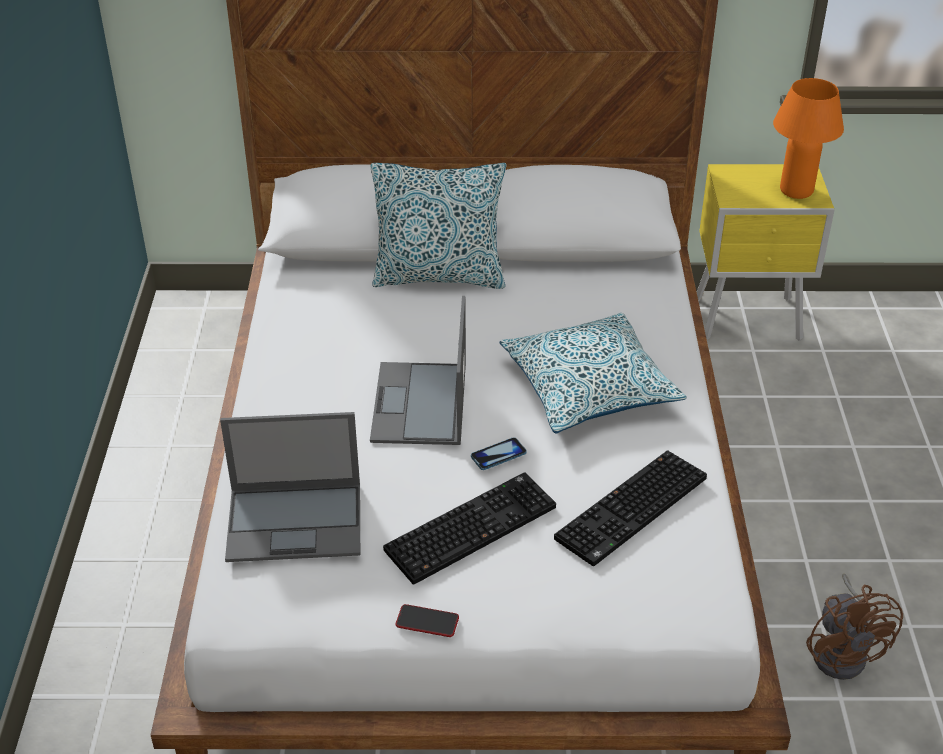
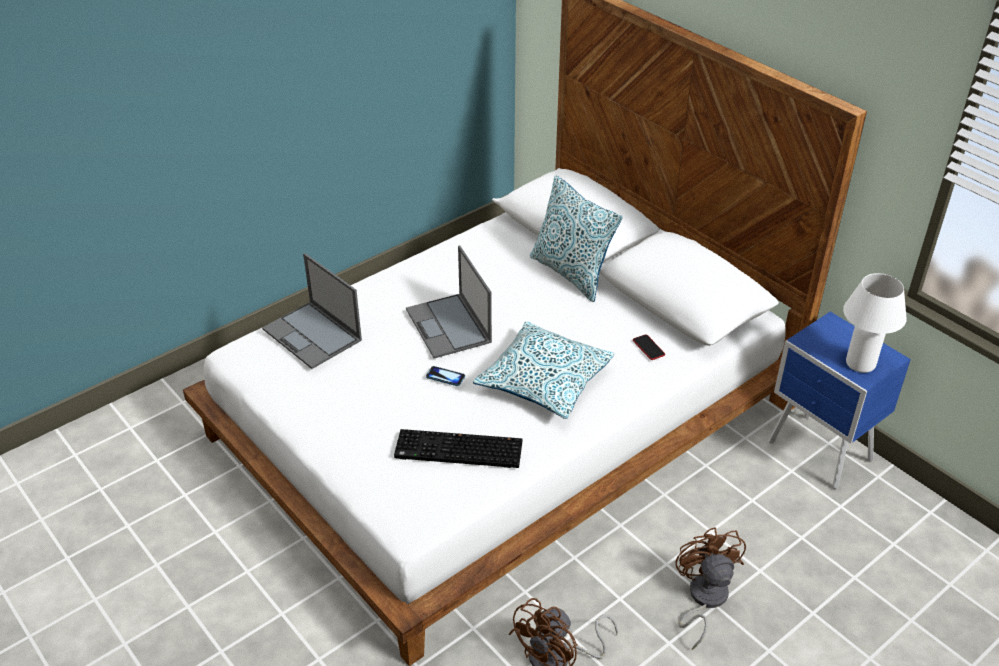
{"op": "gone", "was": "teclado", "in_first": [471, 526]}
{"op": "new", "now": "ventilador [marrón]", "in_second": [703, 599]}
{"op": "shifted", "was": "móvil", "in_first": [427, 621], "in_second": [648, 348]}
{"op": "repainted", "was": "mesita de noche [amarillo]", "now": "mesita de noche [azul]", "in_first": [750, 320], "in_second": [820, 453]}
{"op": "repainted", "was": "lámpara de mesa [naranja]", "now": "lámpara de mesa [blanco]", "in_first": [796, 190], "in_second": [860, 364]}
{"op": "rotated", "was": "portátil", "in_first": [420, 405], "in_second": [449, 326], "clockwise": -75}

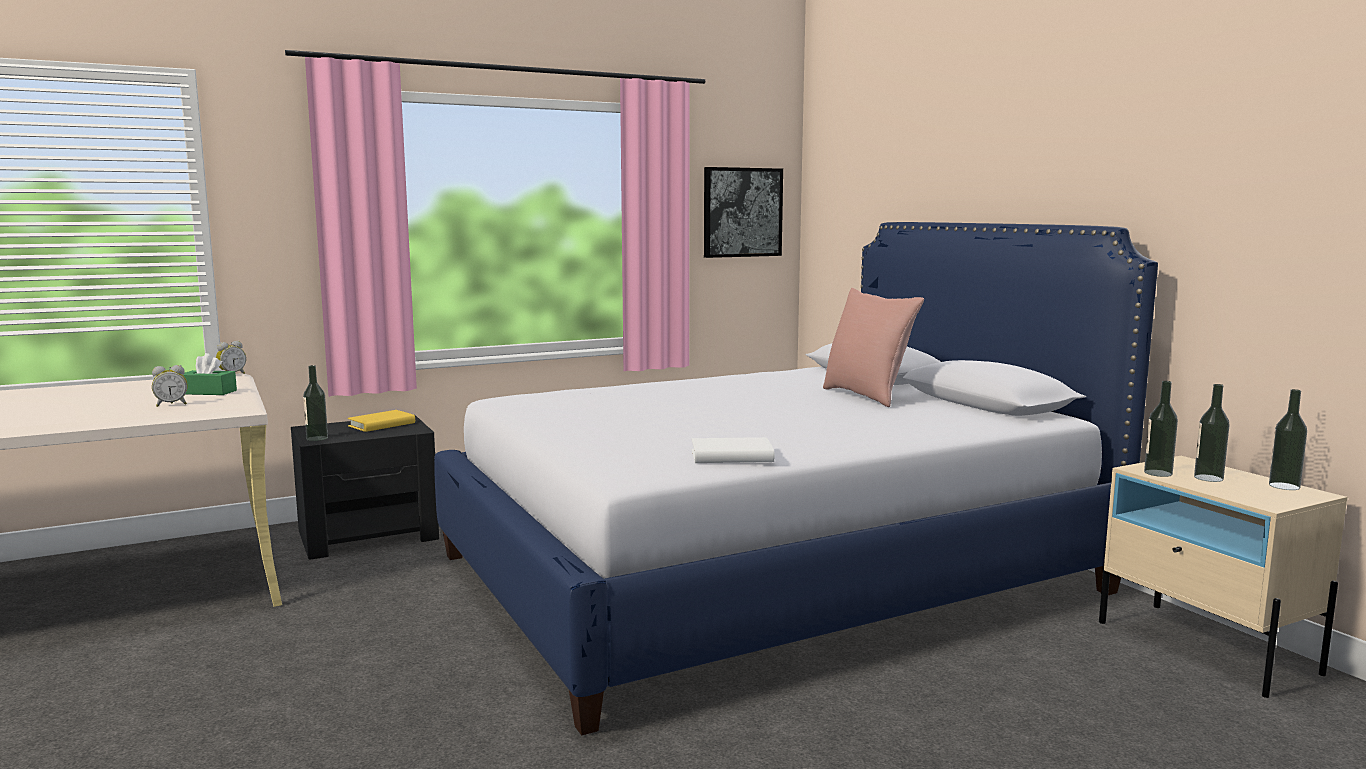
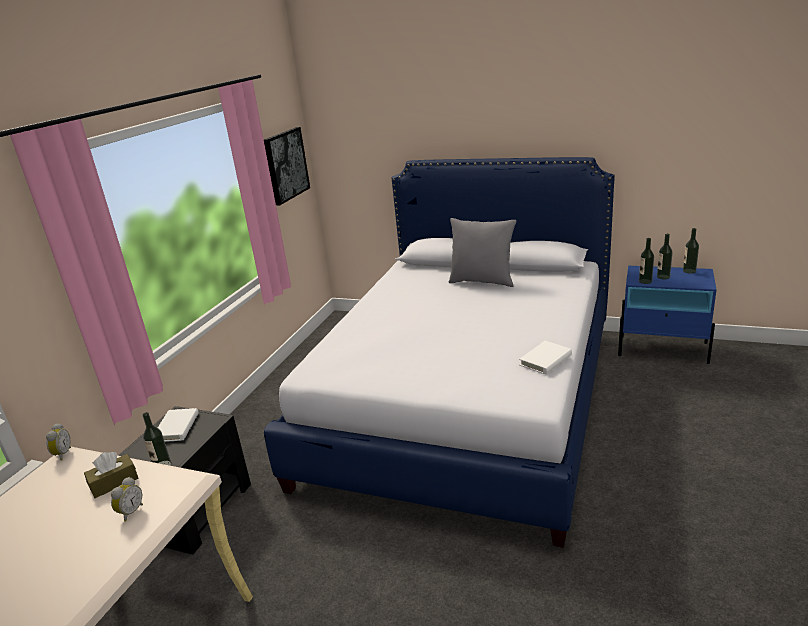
{"op": "repainted", "was": "caja de pañuelos [verde]", "now": "caja de pañuelos [marrón]", "in_first": [208, 392], "in_second": [114, 482]}
{"op": "repainted", "was": "libro [amarillo]", "now": "libro [blanco]", "in_first": [382, 424], "in_second": [177, 427]}
{"op": "repainted", "was": "cojín [rosa]", "now": "cojín [gris]", "in_first": [867, 396], "in_second": [482, 281]}
{"op": "repainted", "was": "mesita de noche [beis]", "now": "mesita de noche [azul]", "in_first": [1206, 647], "in_second": [663, 349]}

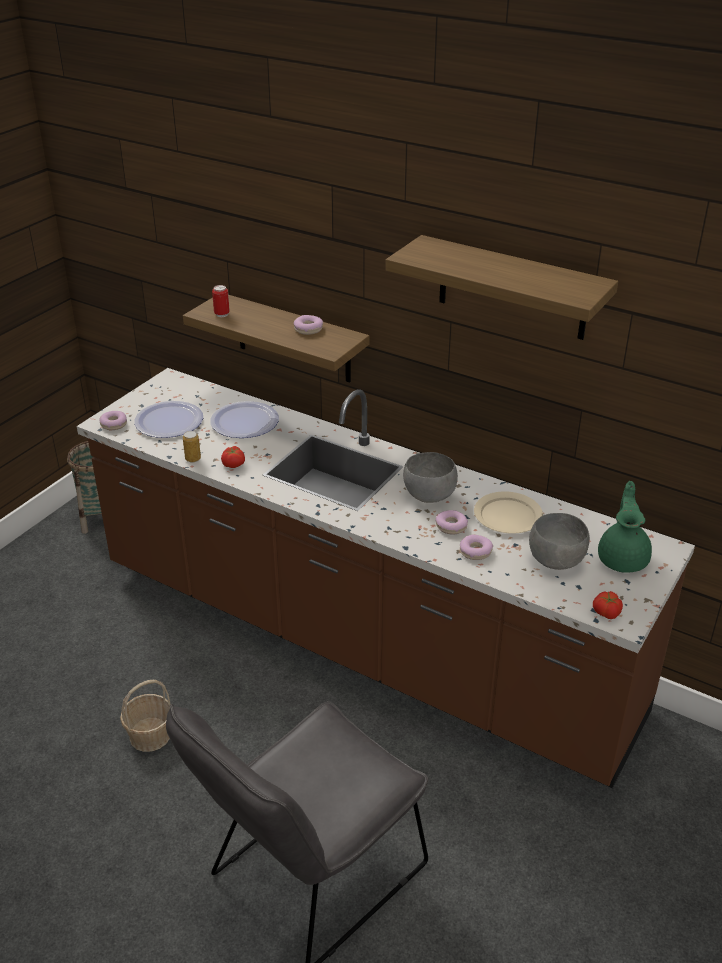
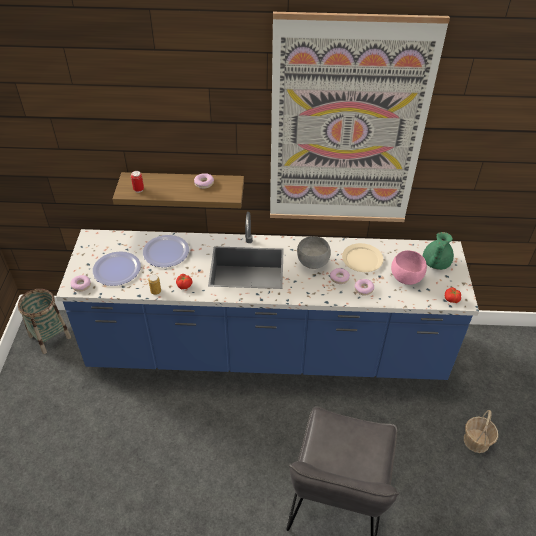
{"op": "shifted", "was": "cesta", "in_first": [149, 735], "in_second": [476, 441]}
{"op": "swapped", "was": "estante", "now": "cuadro", "in_first": [512, 288], "in_second": [347, 129]}
{"op": "repainted", "was": "mueble bajo de cocina [marrón]", "now": "mueble bajo de cocina [azul]", "in_first": [360, 641], "in_second": [266, 352]}
{"op": "repainted", "was": "cuenco [gris]", "now": "cuenco [rosa]", "in_first": [556, 560], "in_second": [406, 277]}
{"op": "rotated", "was": "tetera [verde]", "in_first": [623, 558], "in_second": [435, 263], "clockwise": -135}

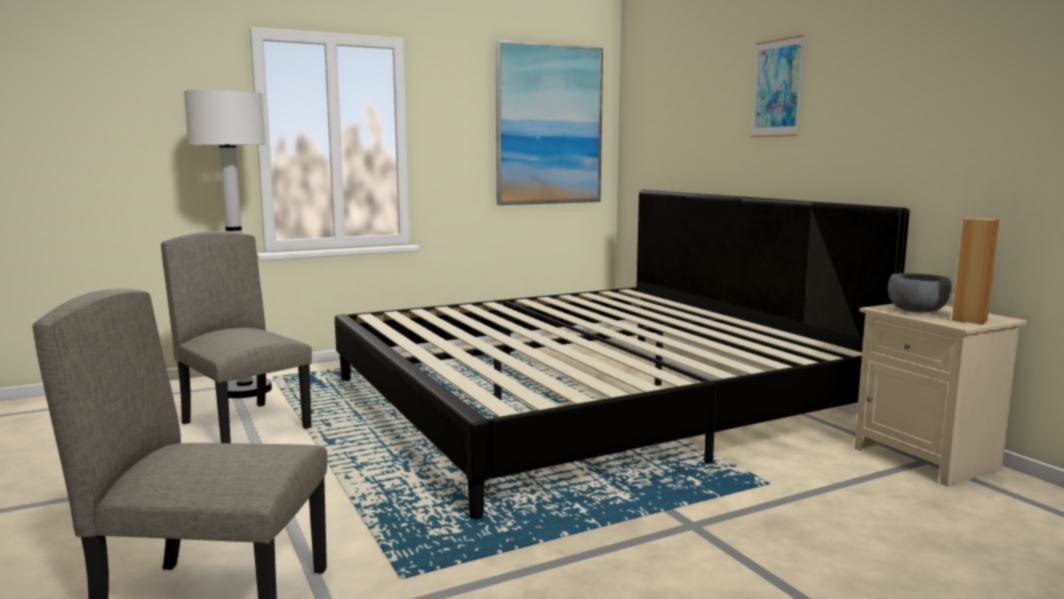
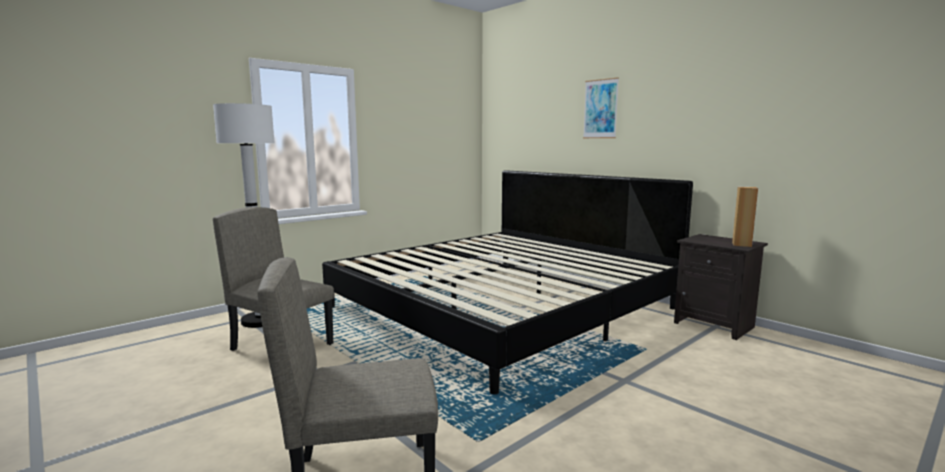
{"op": "gone", "was": "cuadro", "in_first": [549, 125]}
{"op": "gone", "was": "cuenco [gris]", "in_first": [916, 311]}
{"op": "repainted", "was": "mesita de noche [beis]", "now": "mesita de noche [negro]", "in_first": [928, 459], "in_second": [715, 325]}

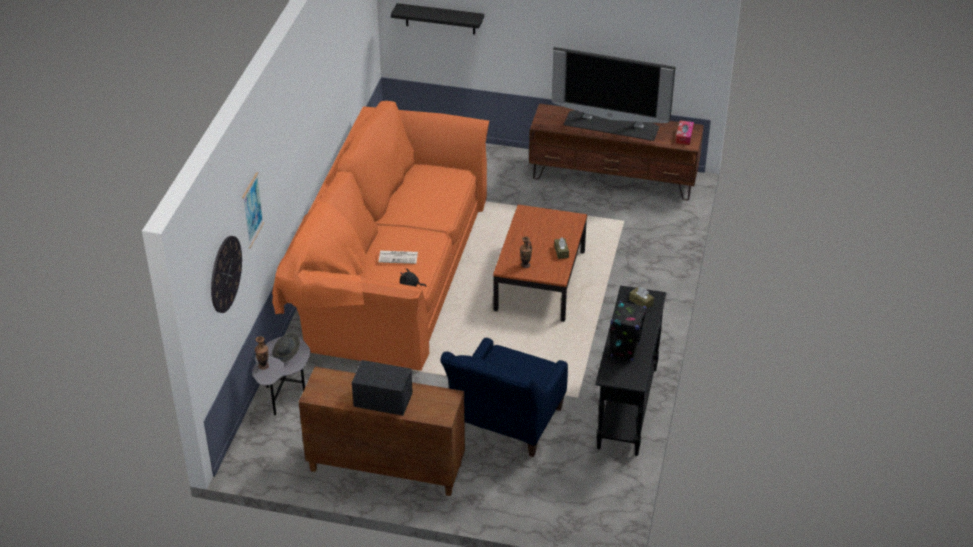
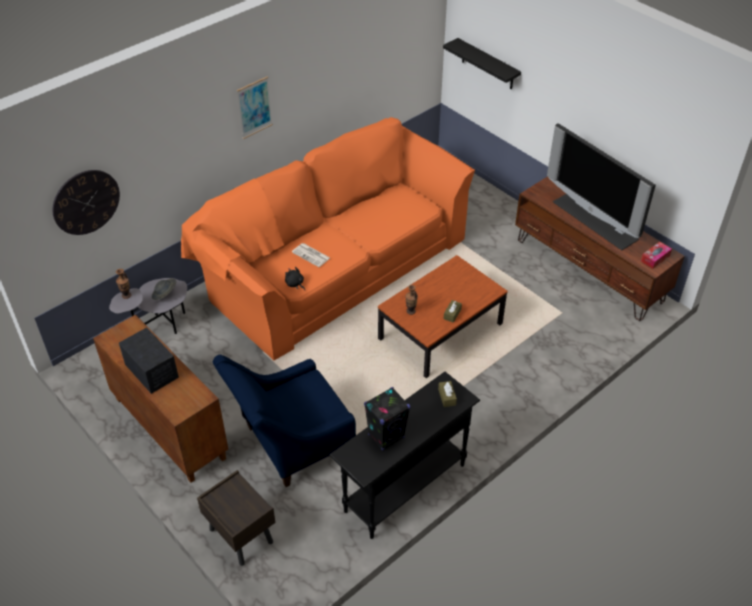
{"op": "new", "now": "mesita de noche [marrón]", "in_second": [240, 535]}
{"op": "shifted", "was": "cuadro", "in_first": [252, 210], "in_second": [254, 107]}

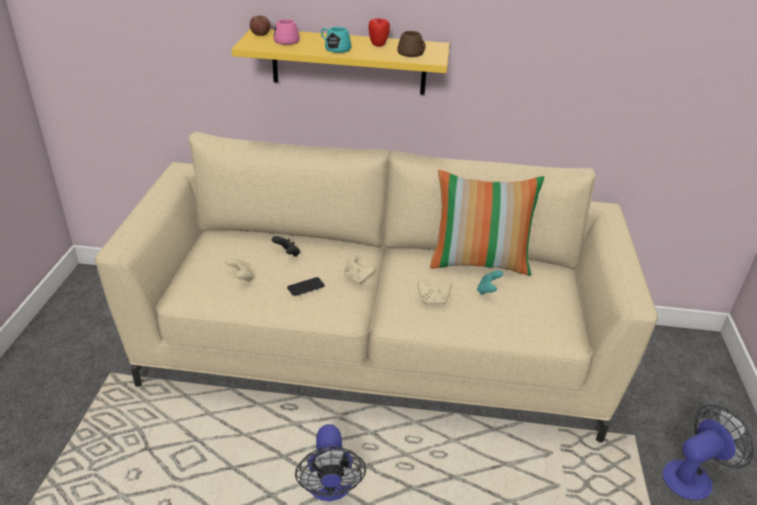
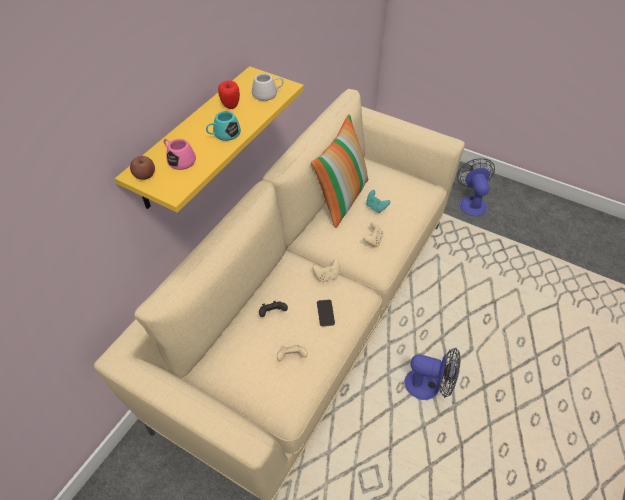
{"op": "repainted", "was": "taza grande [marrón]", "now": "taza grande [blanco]", "in_first": [412, 54], "in_second": [268, 94]}

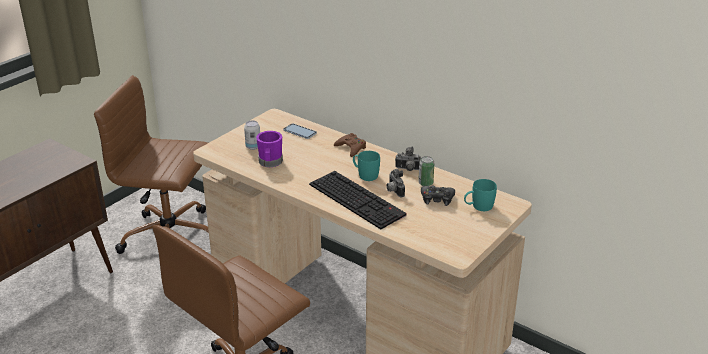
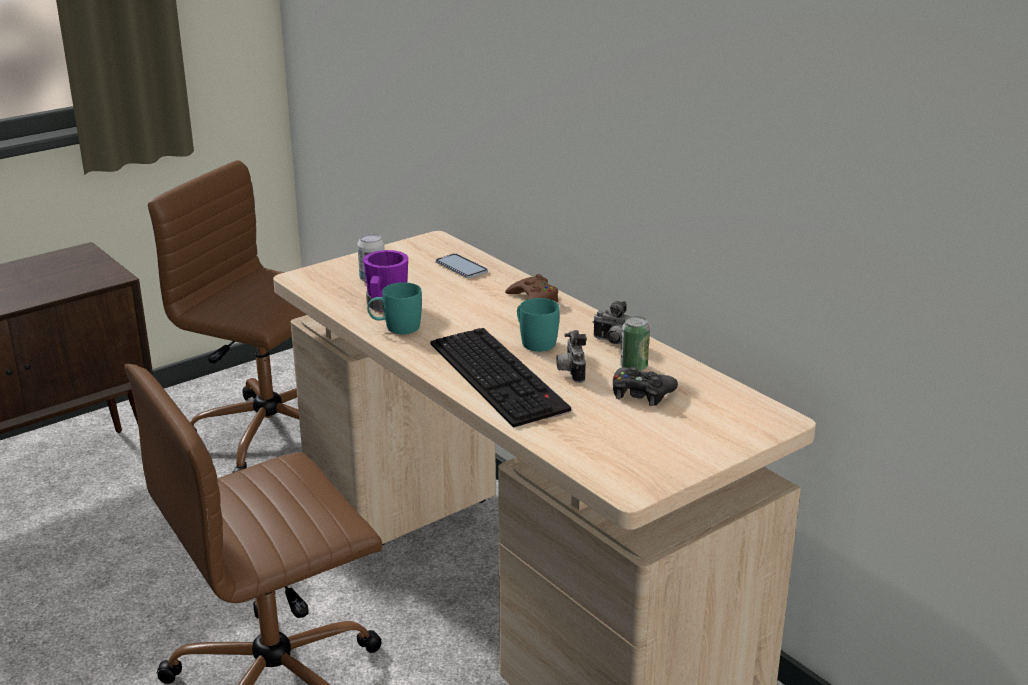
{"op": "shifted", "was": "taza grande [turquesa]", "in_first": [478, 207], "in_second": [395, 327]}

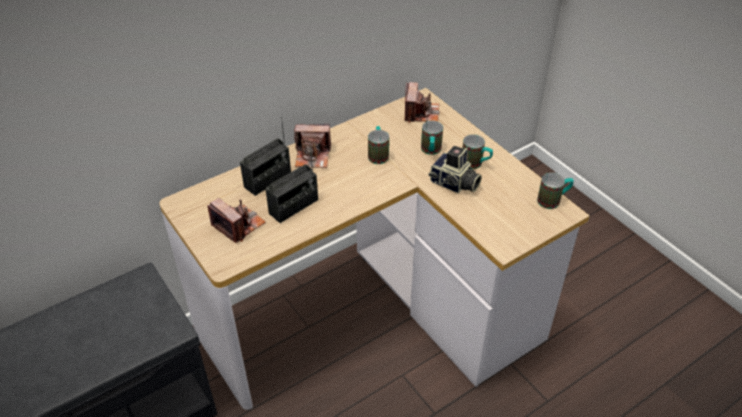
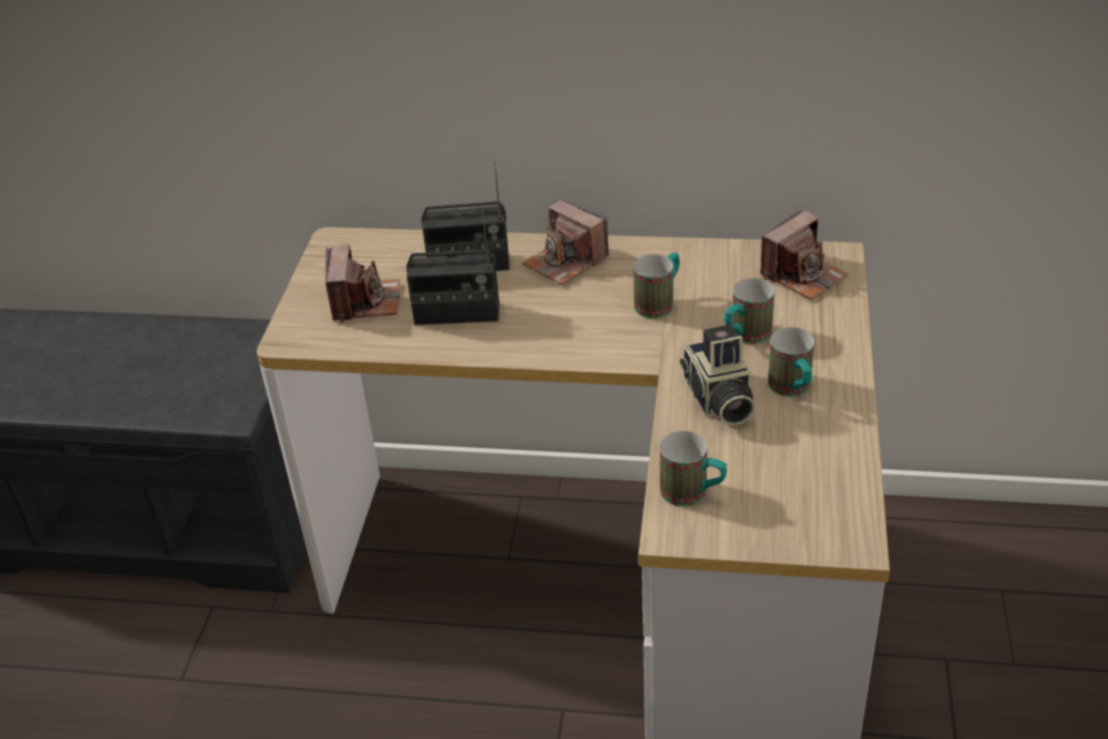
{"op": "shifted", "was": "taza grande", "in_first": [553, 200], "in_second": [693, 494]}

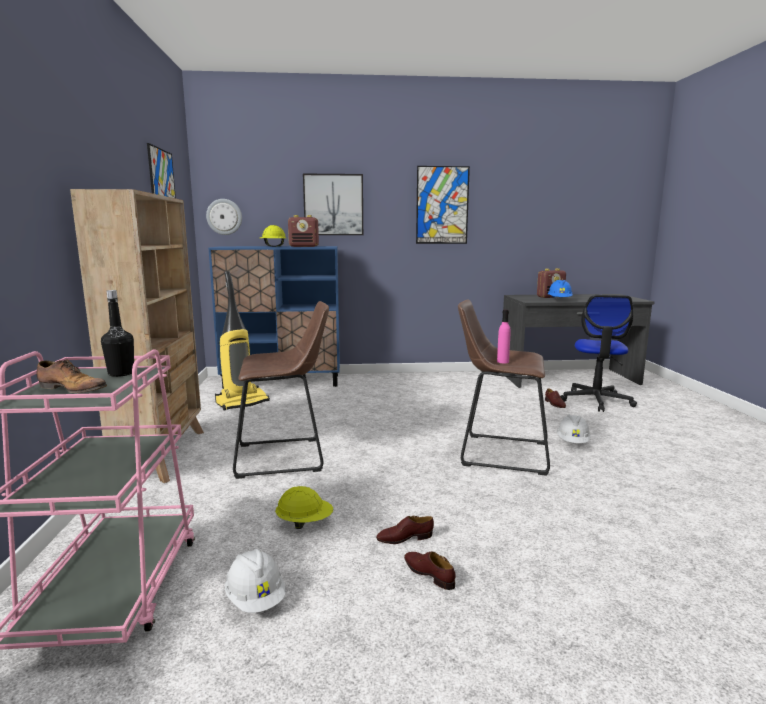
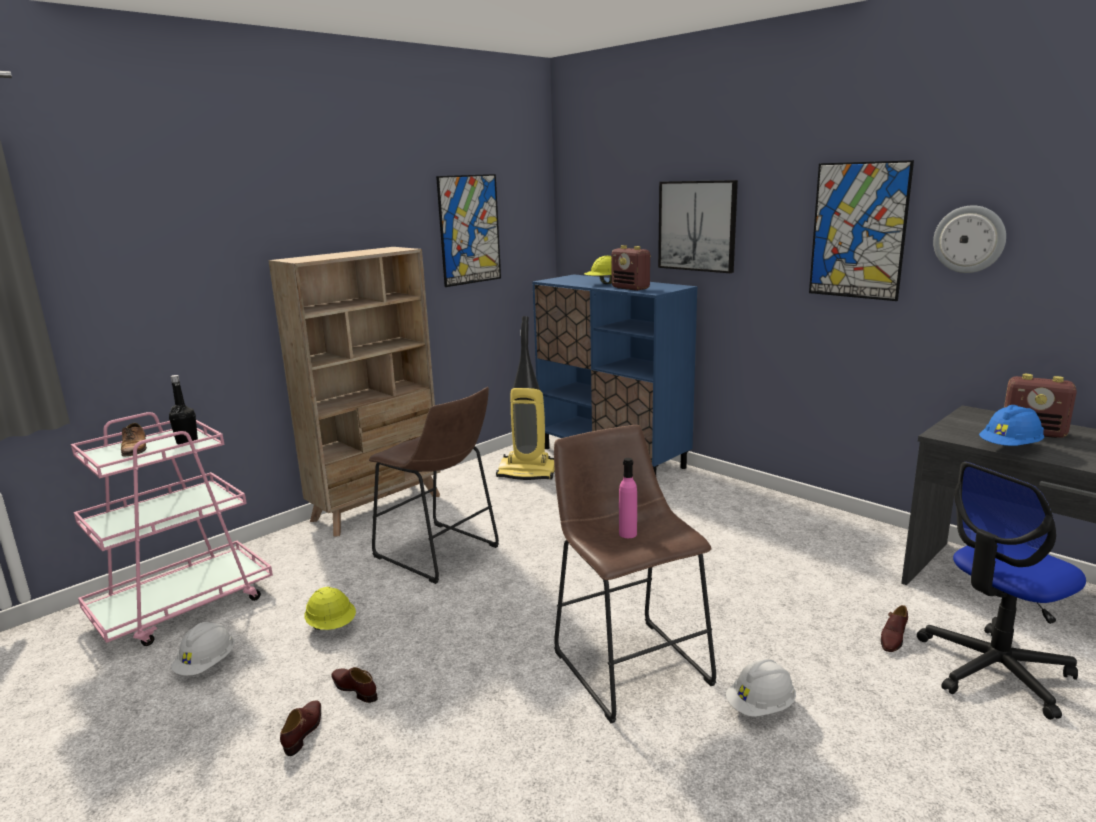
{"op": "shifted", "was": "reloj de pared", "in_first": [224, 217], "in_second": [969, 239]}

